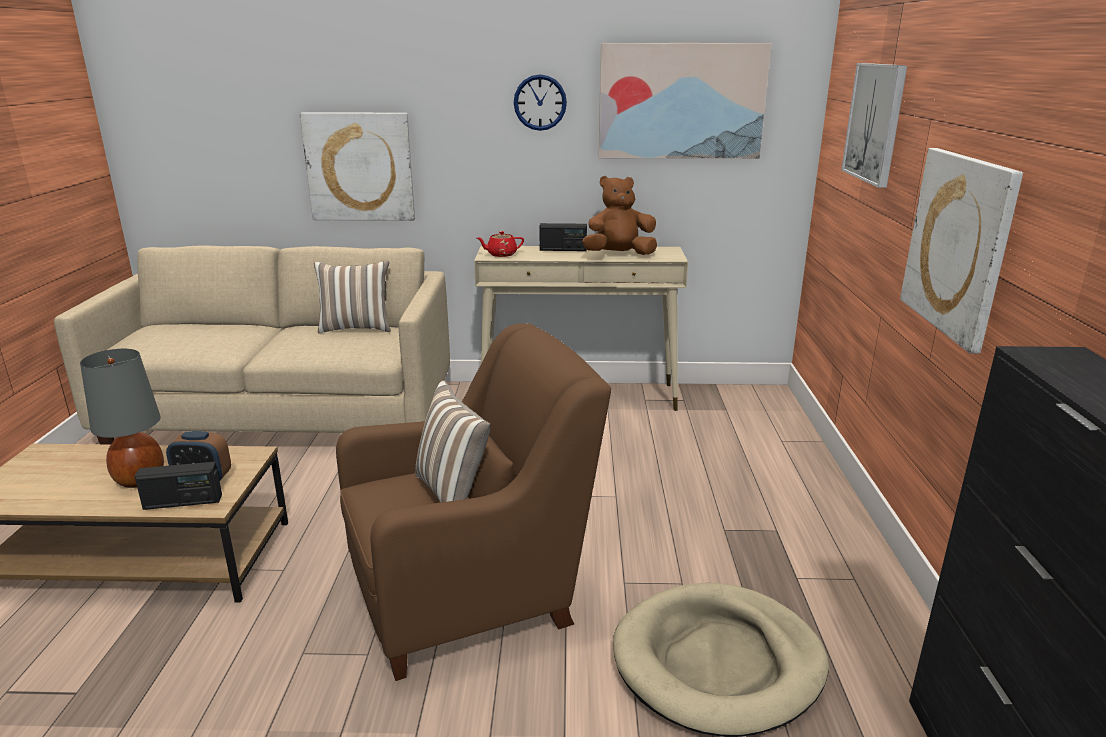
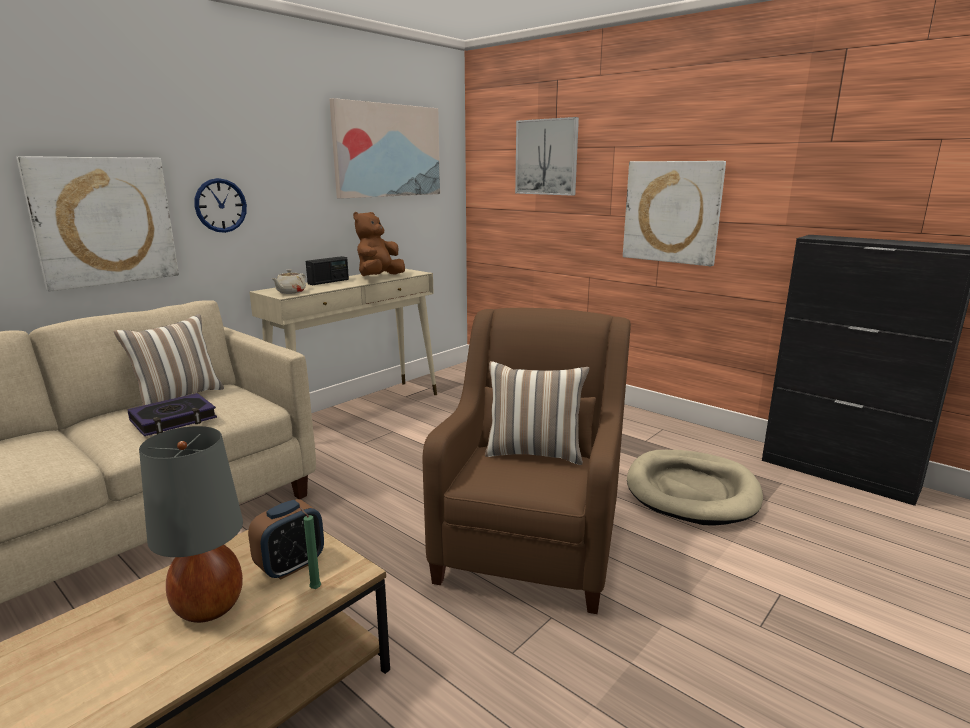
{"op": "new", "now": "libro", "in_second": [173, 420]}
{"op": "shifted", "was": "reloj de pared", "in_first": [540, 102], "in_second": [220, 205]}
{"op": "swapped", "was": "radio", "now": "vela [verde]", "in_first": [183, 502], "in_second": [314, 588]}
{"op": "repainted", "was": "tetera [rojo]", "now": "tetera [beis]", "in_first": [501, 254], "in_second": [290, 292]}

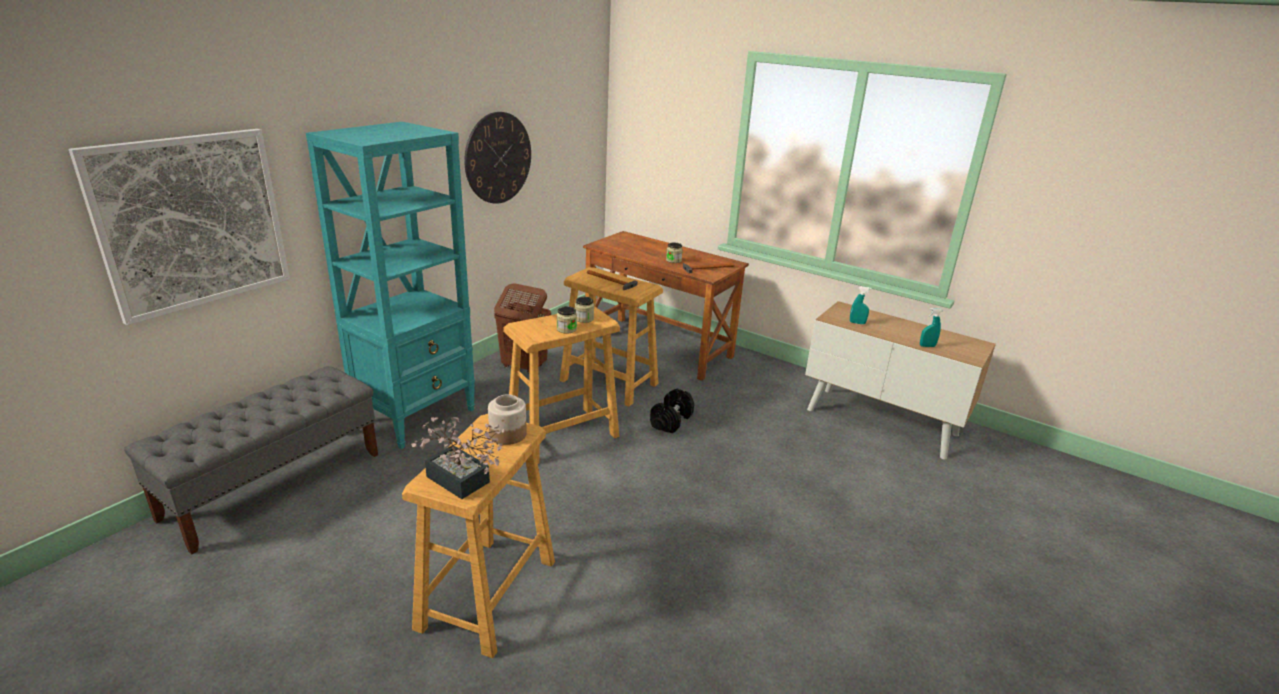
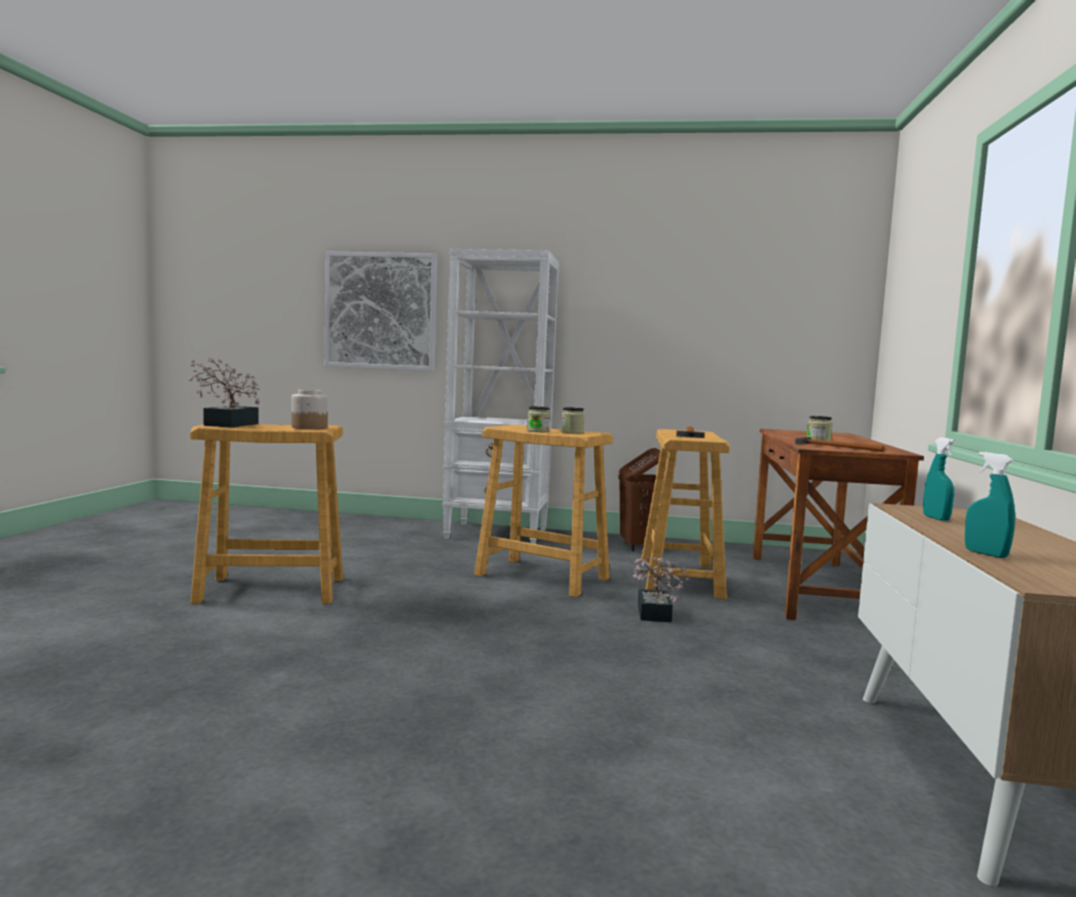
{"op": "gone", "was": "banco [gris]", "in_first": [275, 485]}
{"op": "gone", "was": "reloj de pared", "in_first": [498, 158]}
{"op": "swapped", "was": "mancuerna [negro]", "now": "planta en maceta", "in_first": [671, 420], "in_second": [653, 615]}
{"op": "repainted", "was": "estantería [turquesa]", "now": "estantería [blanco]", "in_first": [417, 416], "in_second": [497, 534]}

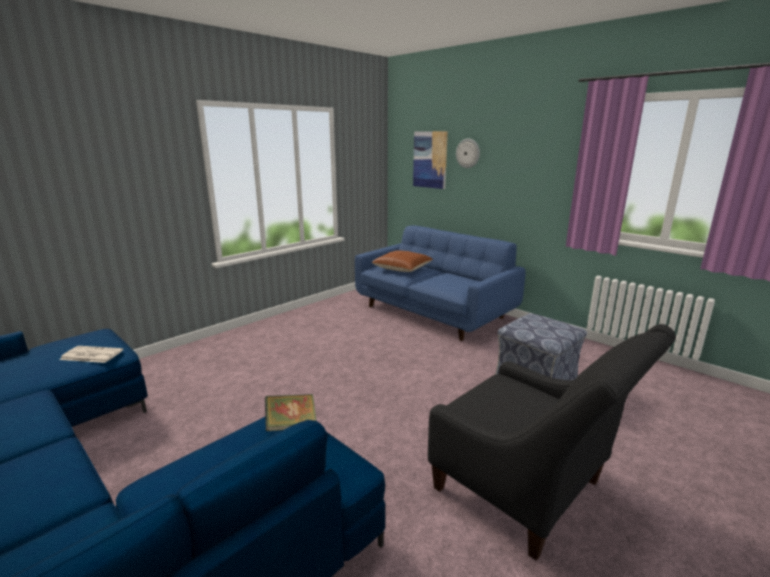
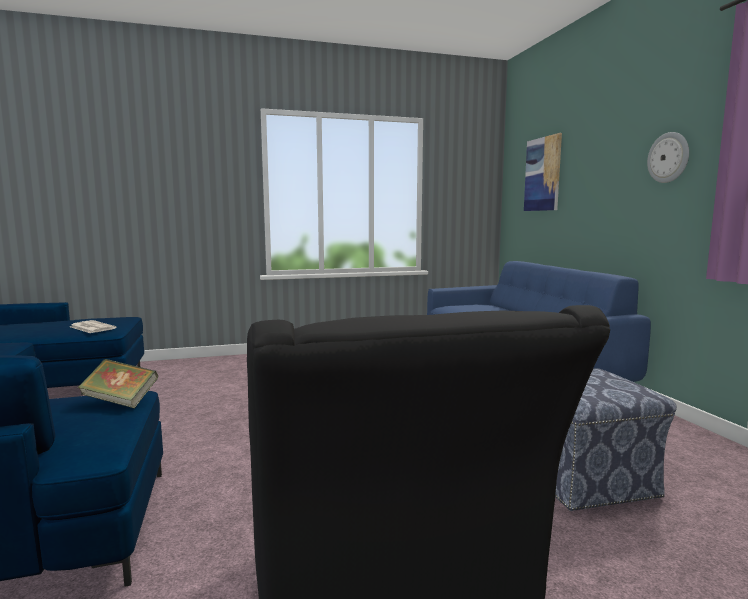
{"op": "gone", "was": "cojín [marrón]", "in_first": [402, 268]}
{"op": "shifted", "was": "reloj de pared", "in_first": [468, 153], "in_second": [668, 157]}

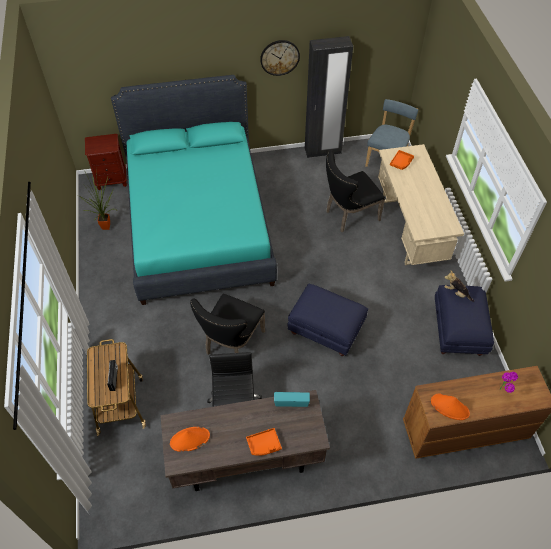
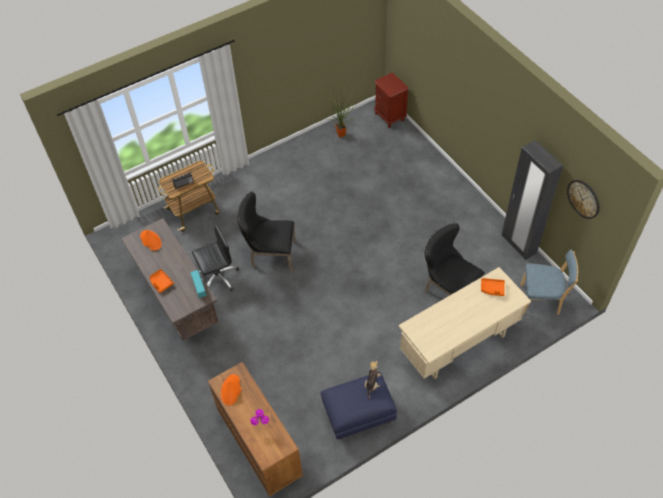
{"op": "gone", "was": "cama [turquesa]", "in_first": [198, 224]}
{"op": "gone", "was": "puf [azul]", "in_first": [326, 330]}
{"op": "shifted", "was": "reloj de pared", "in_first": [279, 57], "in_second": [583, 199]}

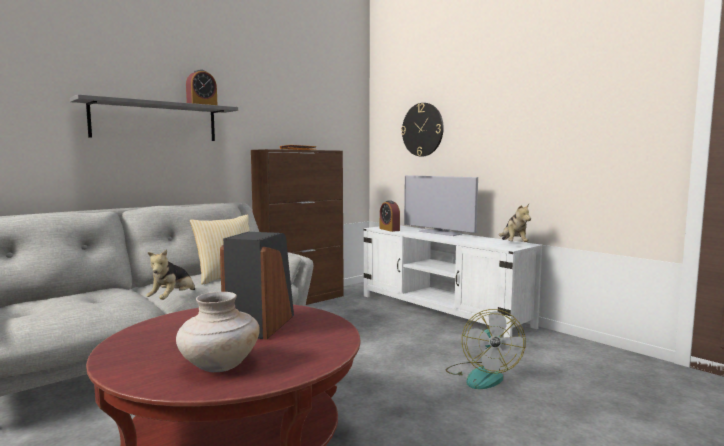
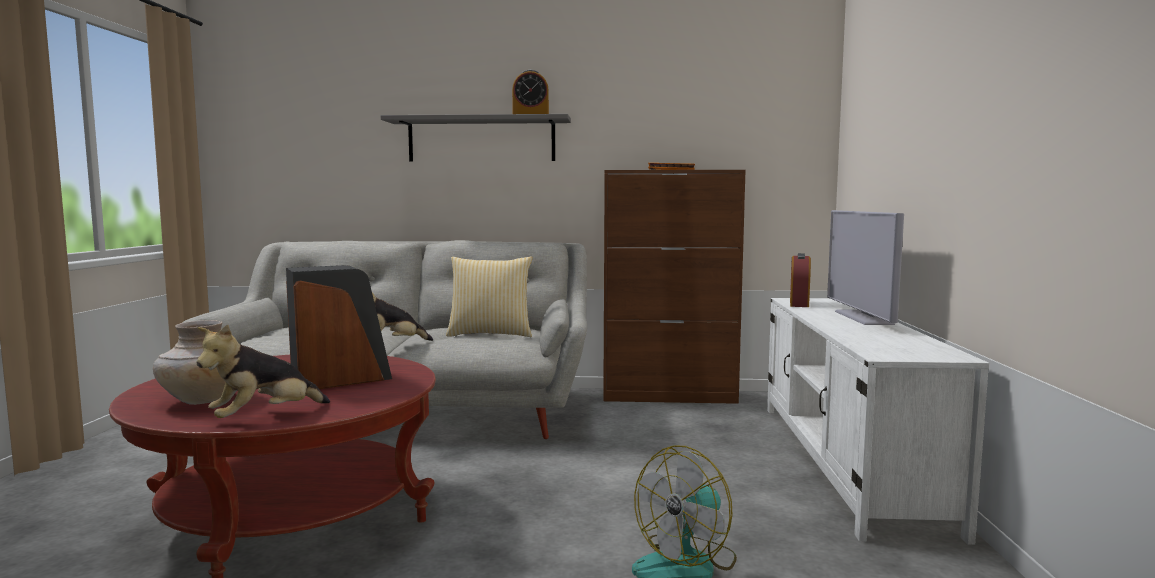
{"op": "gone", "was": "reloj de pared", "in_first": [422, 129]}
{"op": "shifted", "was": "peluche", "in_first": [513, 244], "in_second": [264, 418]}

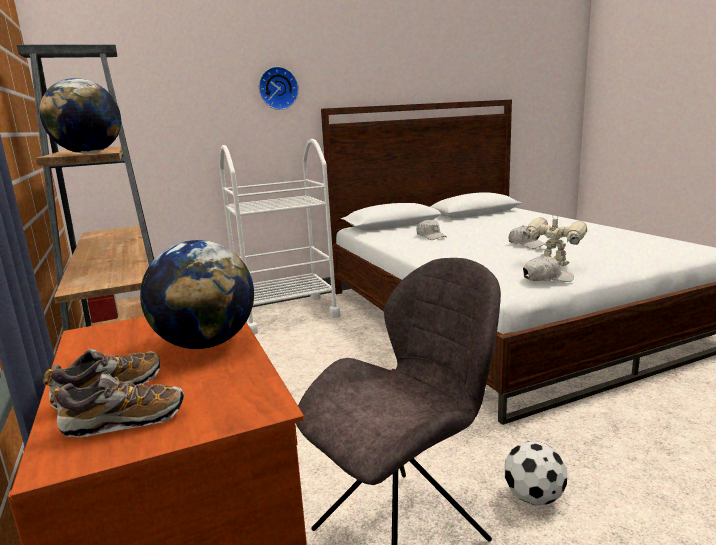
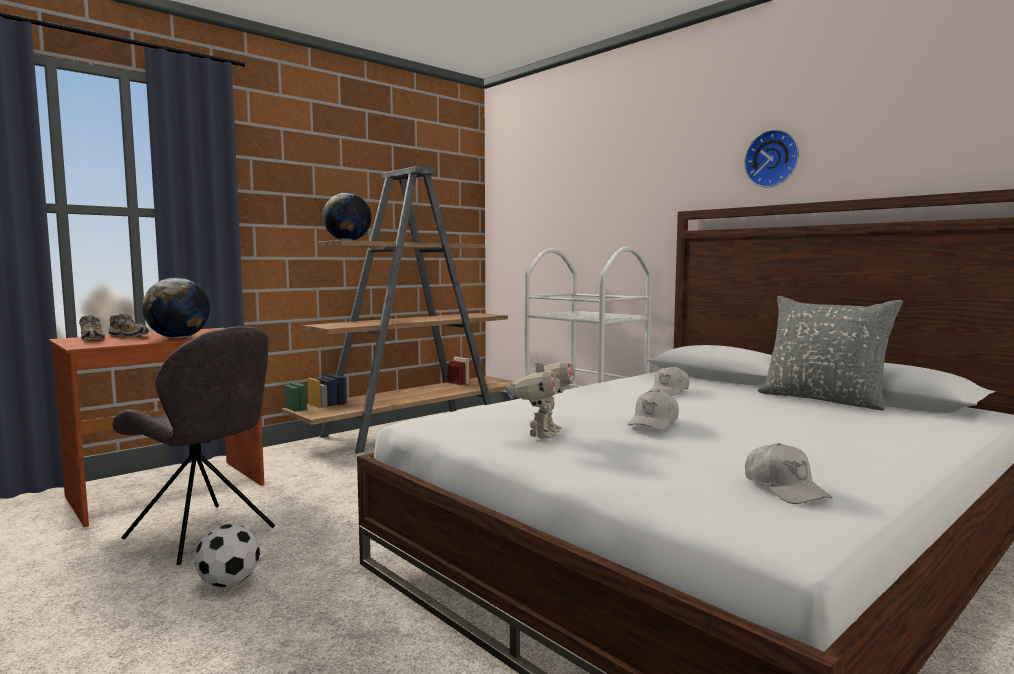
{"op": "new", "now": "cojín [gris]", "in_second": [823, 400]}
{"op": "shifted", "was": "reloj de pared", "in_first": [278, 88], "in_second": [772, 159]}
{"op": "shifted", "was": "gorra [blanco]", "in_first": [547, 278], "in_second": [785, 488]}

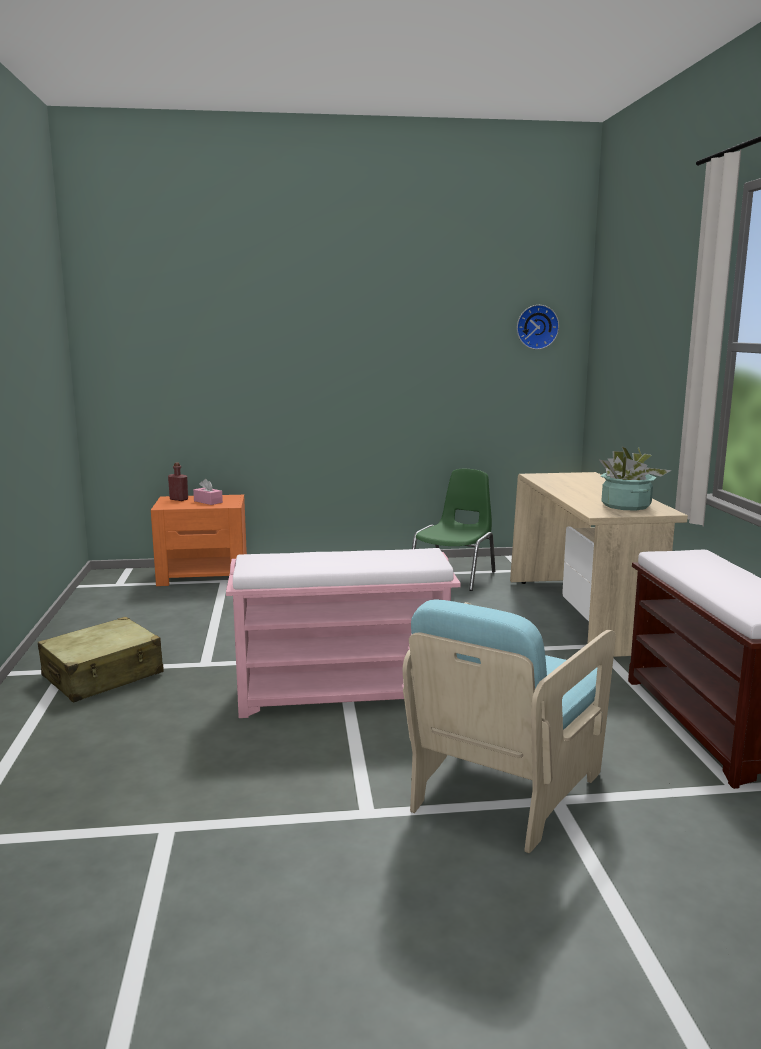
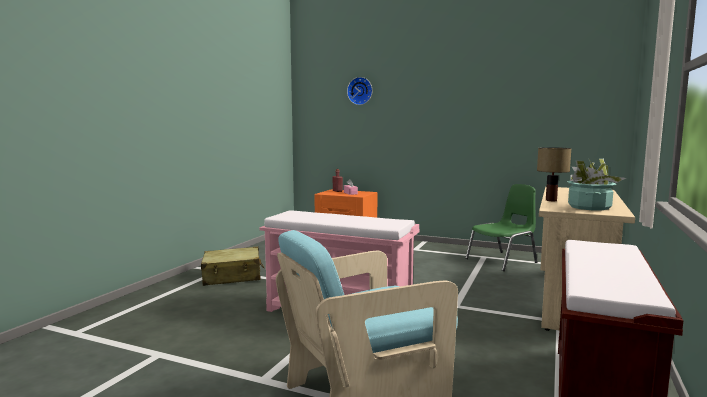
{"op": "new", "now": "lámpara de mesa", "in_second": [550, 200]}
{"op": "shifted", "was": "reloj de pared", "in_first": [536, 327], "in_second": [360, 91]}

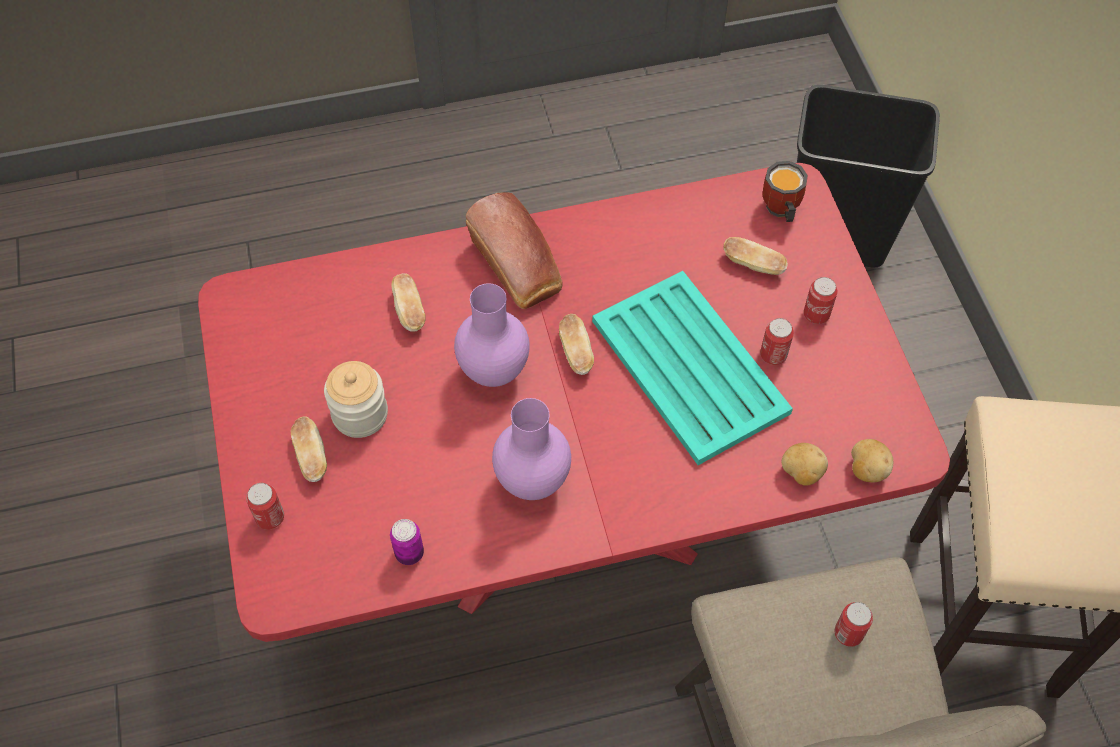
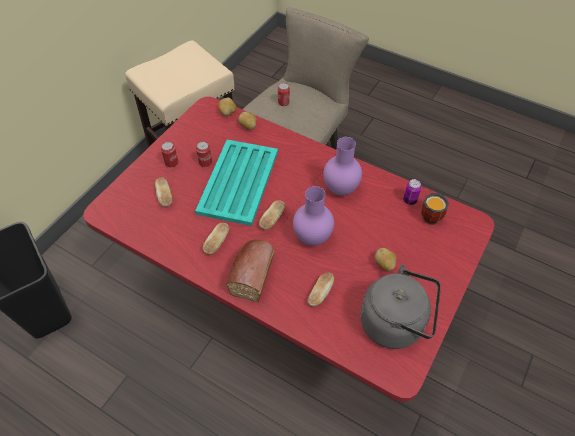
{"op": "gone", "was": "lata", "in_first": [270, 517]}
{"op": "new", "now": "hervidor [gris]", "in_second": [395, 323]}
{"op": "shifted", "was": "pan", "in_first": [311, 456], "in_second": [217, 242]}
{"op": "shifted", "was": "taza grande", "in_first": [779, 211], "in_second": [433, 216]}
{"op": "swapped", "was": "tarro", "now": "patata", "in_first": [360, 414], "in_second": [384, 264]}

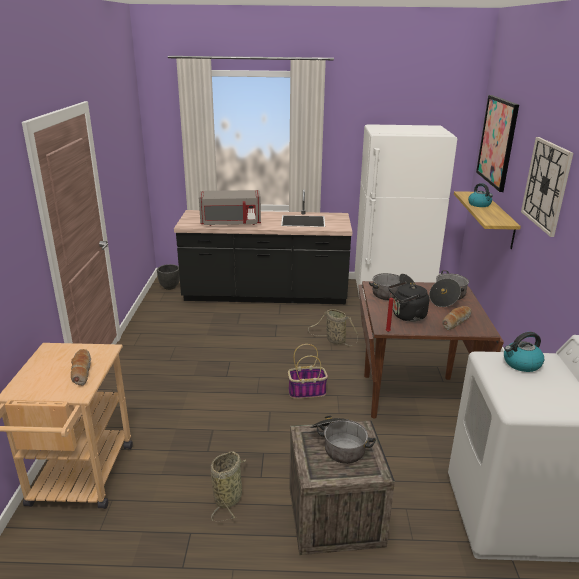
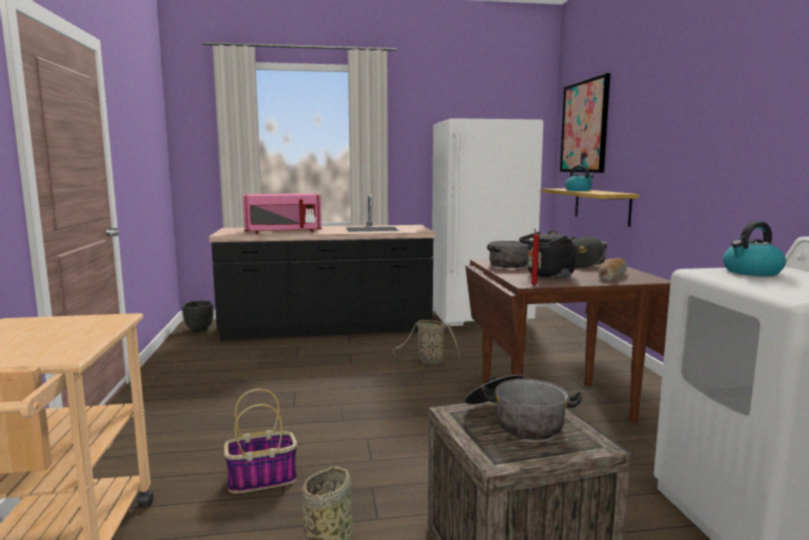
{"op": "gone", "was": "pan", "in_first": [81, 371]}
{"op": "gone", "was": "reloj de pared", "in_first": [546, 185]}
{"op": "shifted", "was": "cesta", "in_first": [307, 391], "in_second": [263, 479]}
{"op": "repainted", "was": "microondas [gris]", "now": "microondas [rosa]", "in_first": [230, 223], "in_second": [283, 232]}

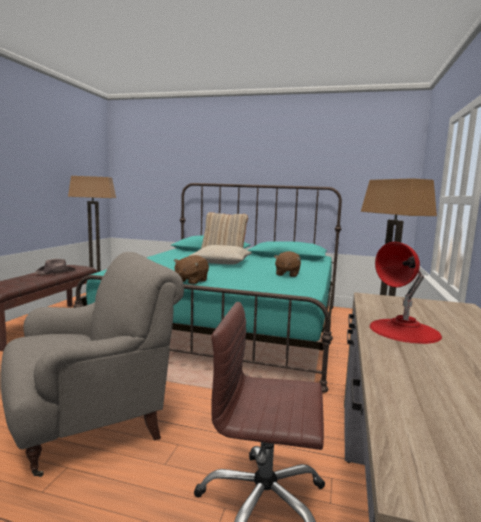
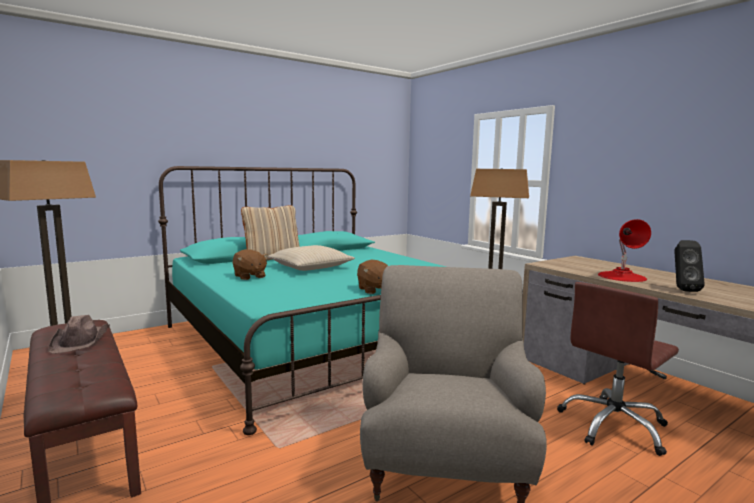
{"op": "new", "now": "altavoz [negro]", "in_second": [682, 290]}
{"op": "shifted", "was": "peluche [marrón]", "in_first": [287, 274], "in_second": [249, 276]}

